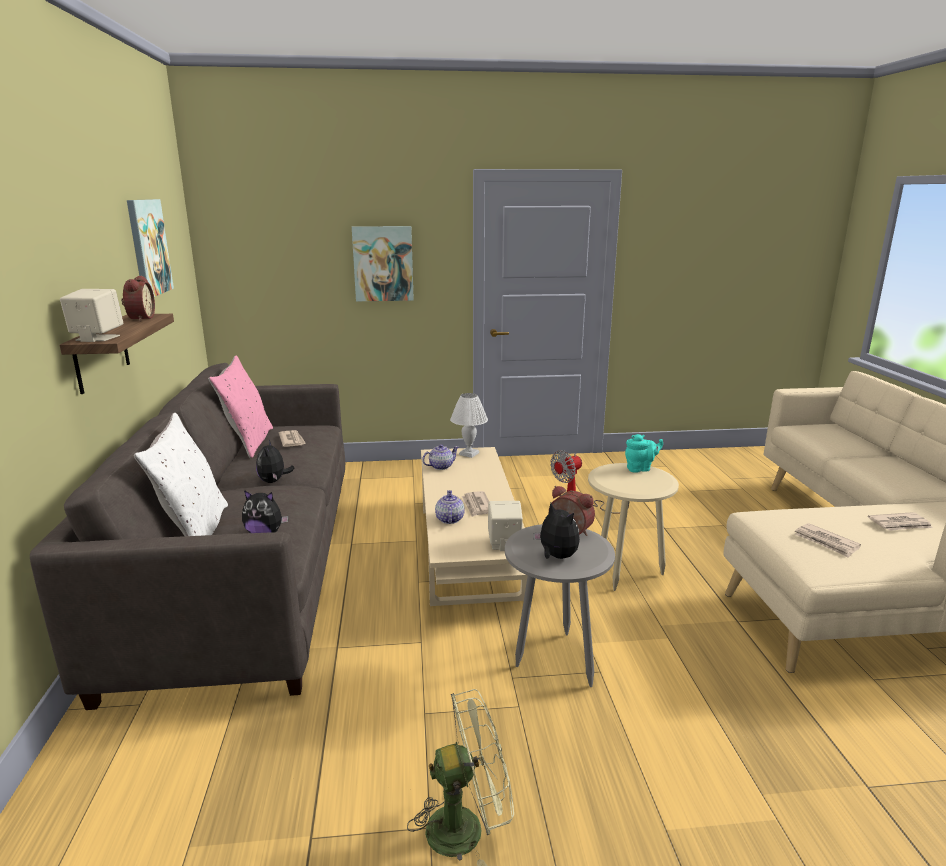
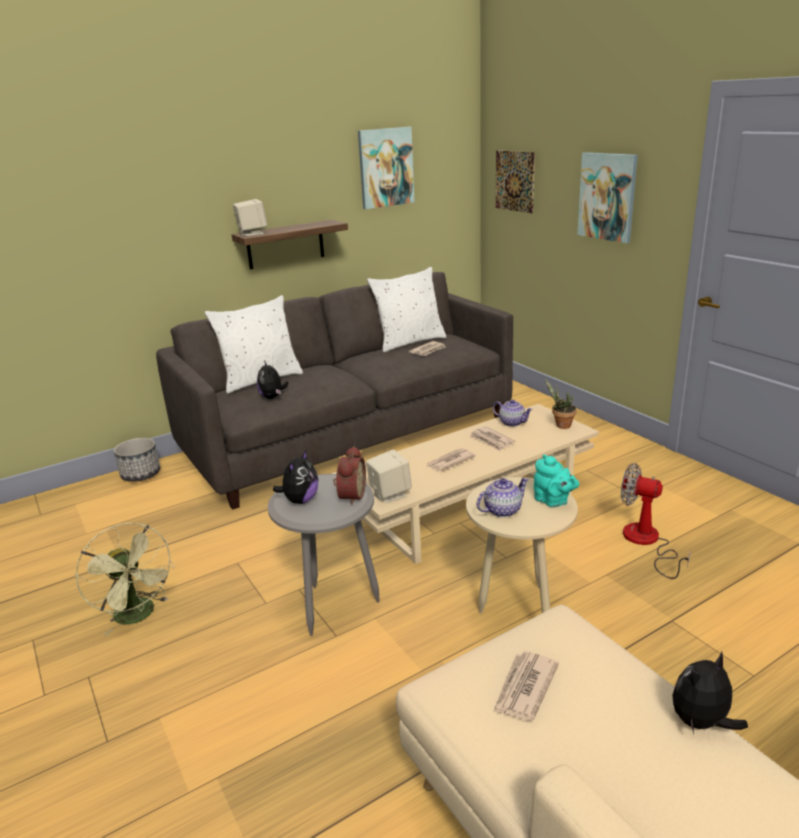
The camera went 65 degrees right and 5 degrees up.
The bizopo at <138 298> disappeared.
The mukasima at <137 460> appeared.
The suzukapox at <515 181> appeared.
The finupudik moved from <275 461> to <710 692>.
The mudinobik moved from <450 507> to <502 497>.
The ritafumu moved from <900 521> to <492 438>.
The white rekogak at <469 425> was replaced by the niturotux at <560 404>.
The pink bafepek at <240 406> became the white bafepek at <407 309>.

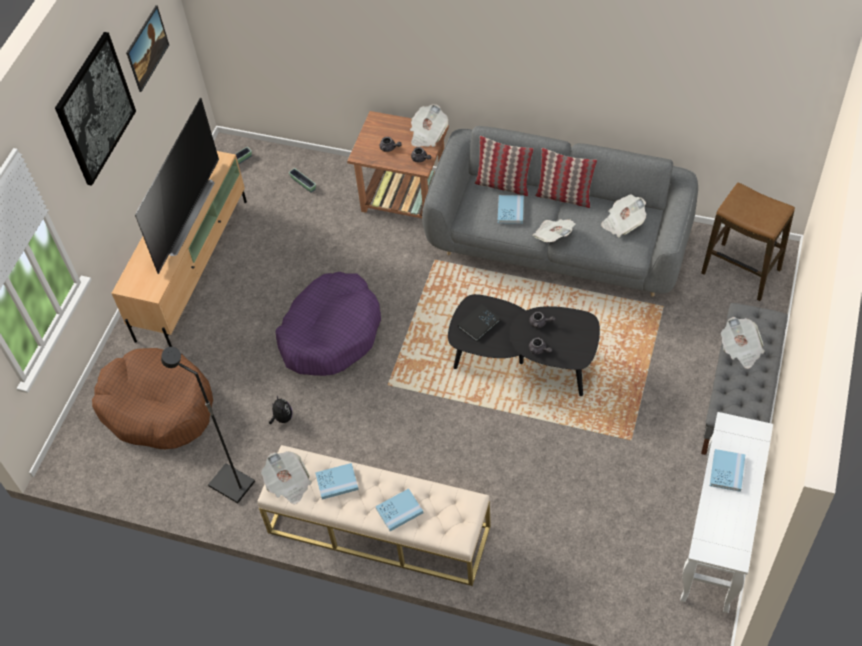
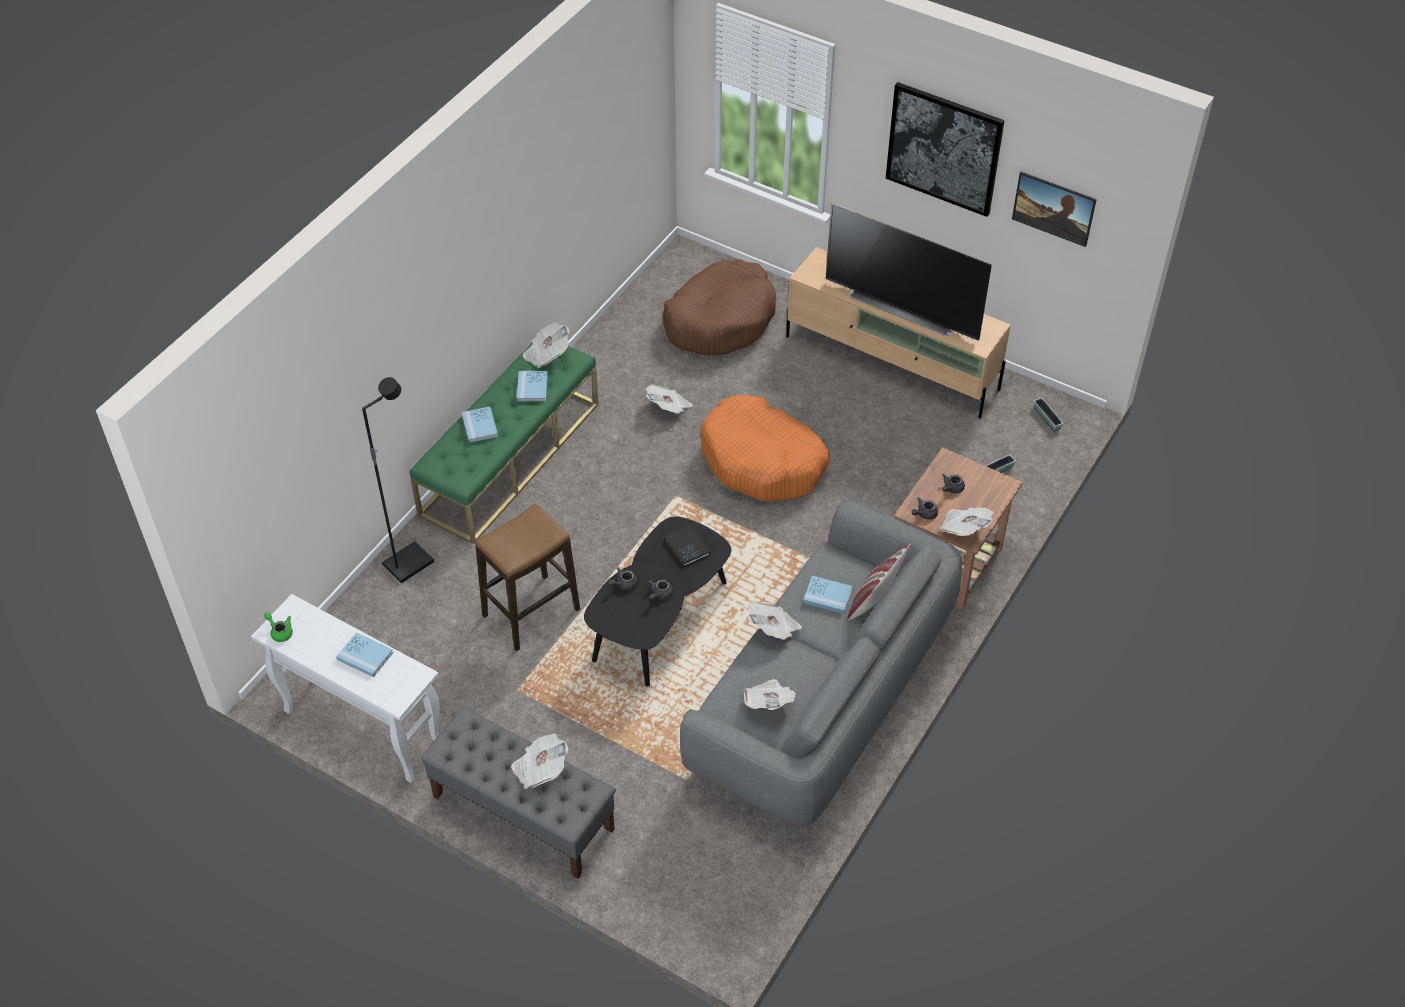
The camera went 100 degrees right and 5 degrees down.
The bafepek at <566 178> disappeared.
The green mudinobik at <278 627> appeared.
The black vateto moved from <208 425> to <398 480>.
The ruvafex moved from <748 242> to <527 577>.
The finupudik at <280 409> was replaced by the ritafumu at <669 399>.
The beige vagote at <374 515> became the green vagote at <504 443>.
The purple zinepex at <328 324> became the orange zinepex at <765 448>.

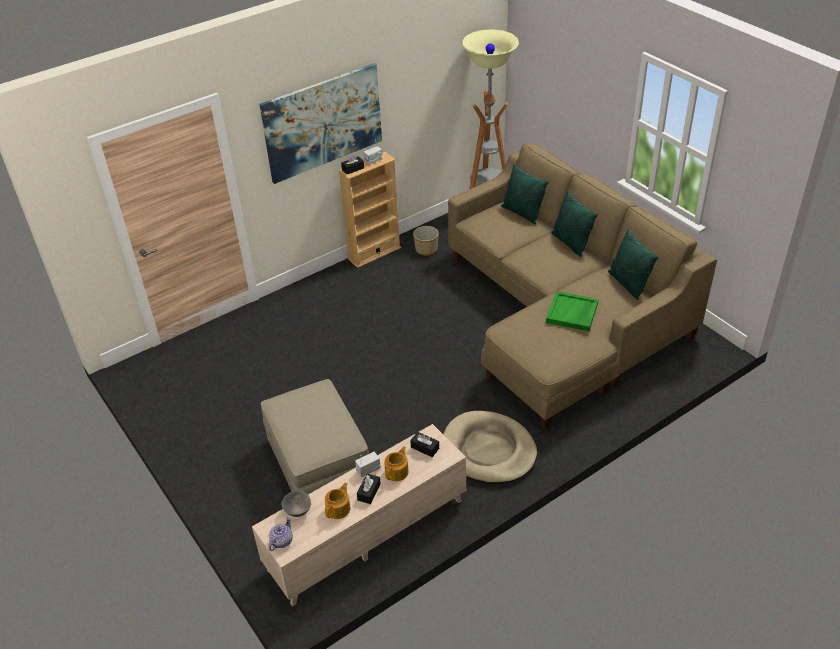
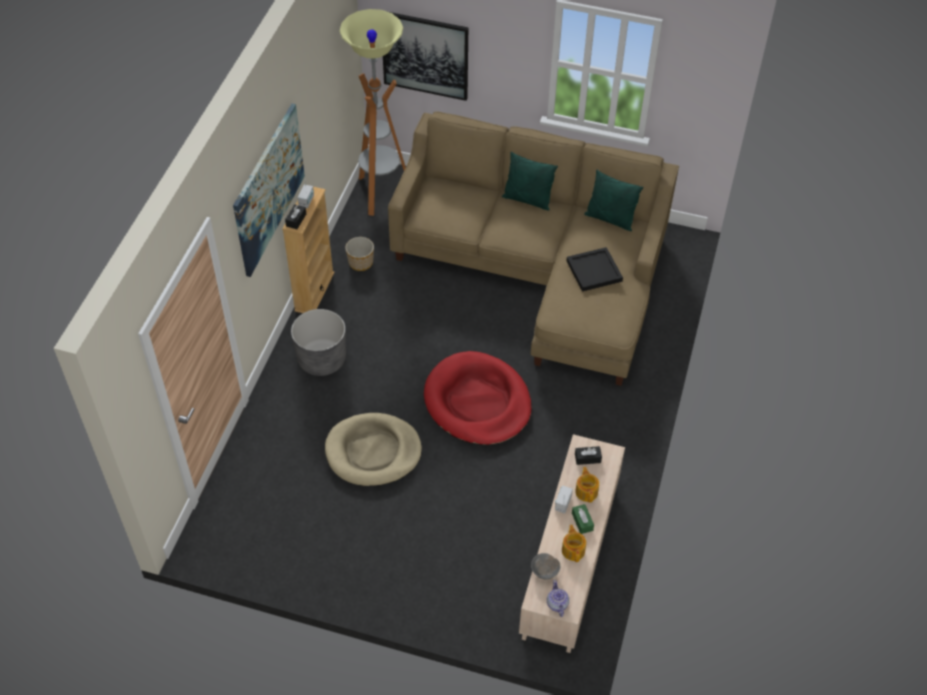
The camera went 40 degrees left and 10 degrees up.
The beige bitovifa at <315 436> disappeared.
The green bafepek at <525 194> disappeared.
The grey mukasima at <318 342> appeared.
The suzukapox at <425 56> appeared.
The red zinepex at <478 398> appeared.
The beige zinepex moved from <490 447> to <373 449>.
The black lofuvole at <369 489> became the green lofuvole at <583 519>.
The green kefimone at <572 311> became the black kefimone at <594 269>.

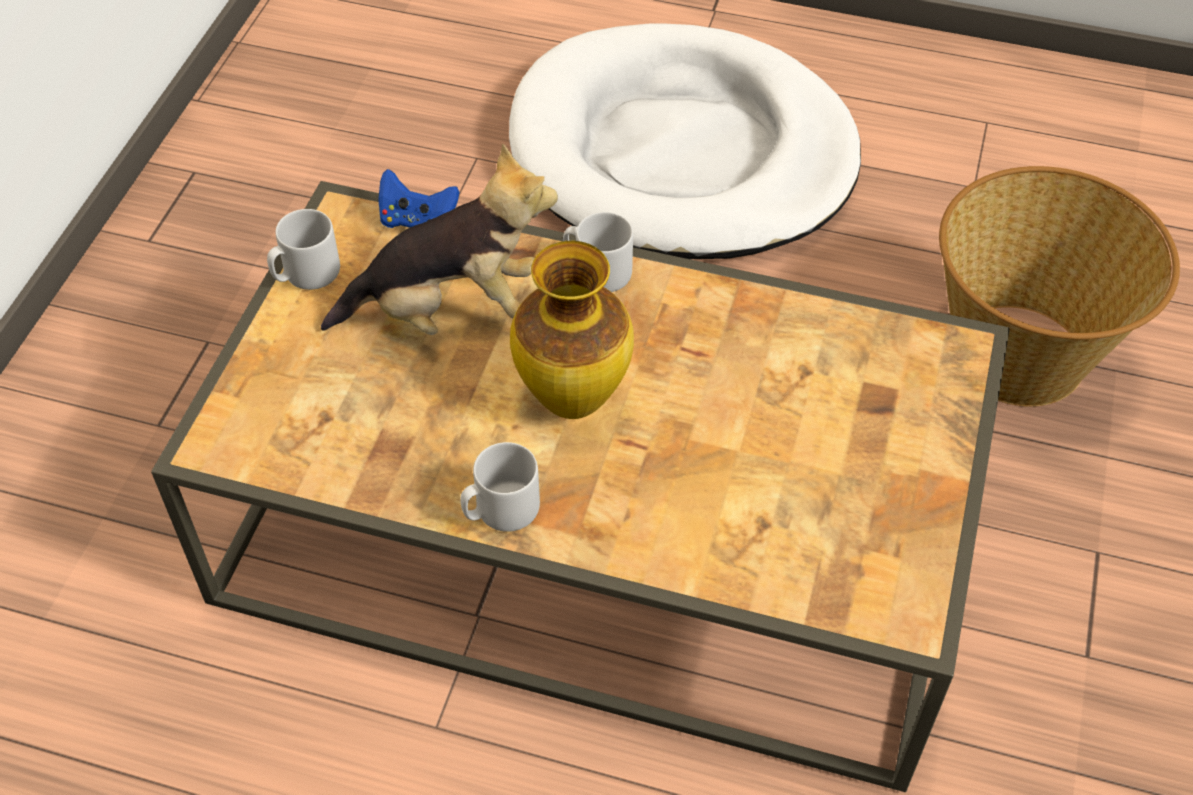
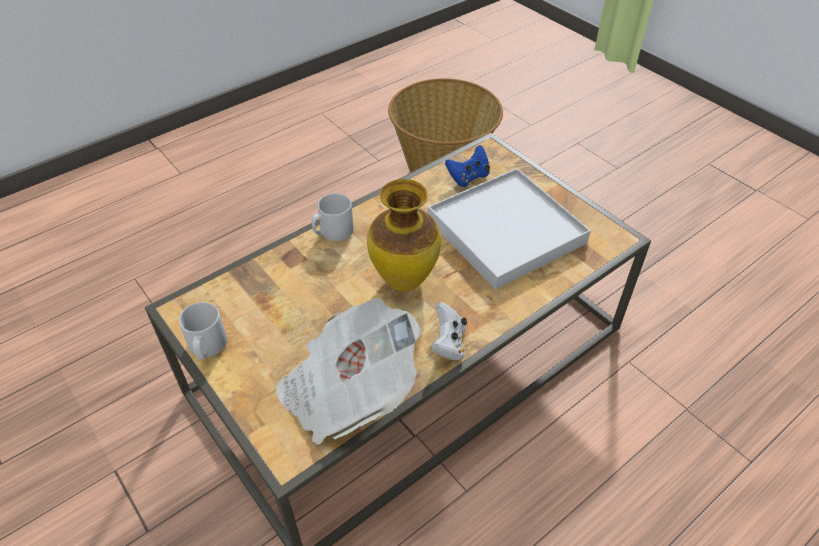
The camera went 55 degrees left and 5 degrees down.
The finupudik at <439 239> disappeared.
The white zinepex at <685 141> disappeared.
The ritafumu at <348 371> appeared.
The white kefimone at <509 229> appeared.
The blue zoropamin moved from <419 198> to <467 166>.
The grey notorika at <500 487> was replaced by the white zoropamin at <449 331>.

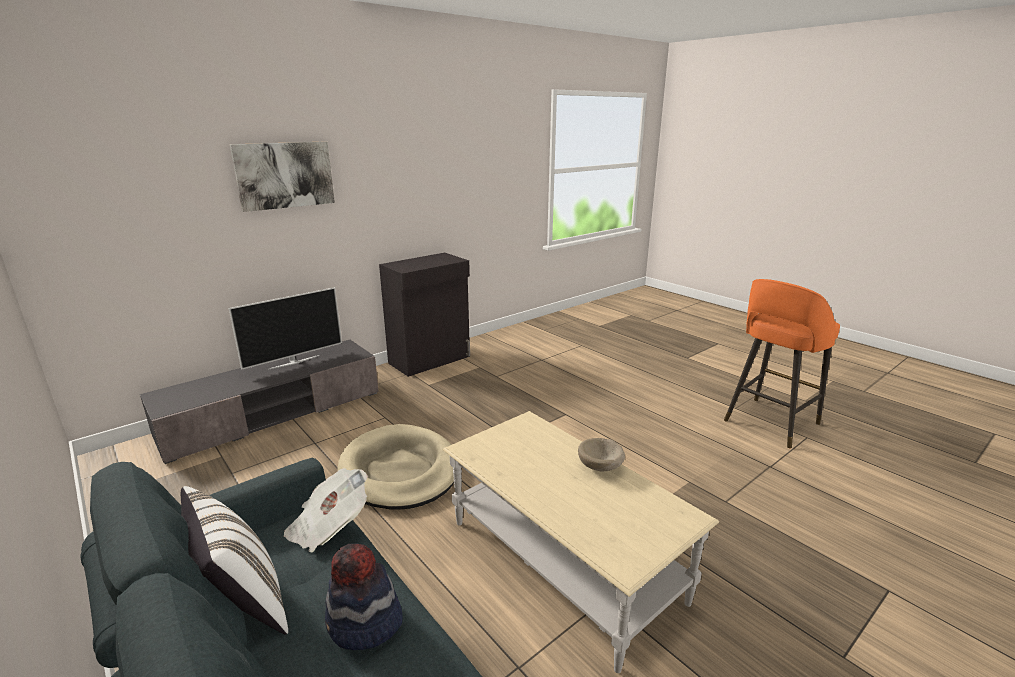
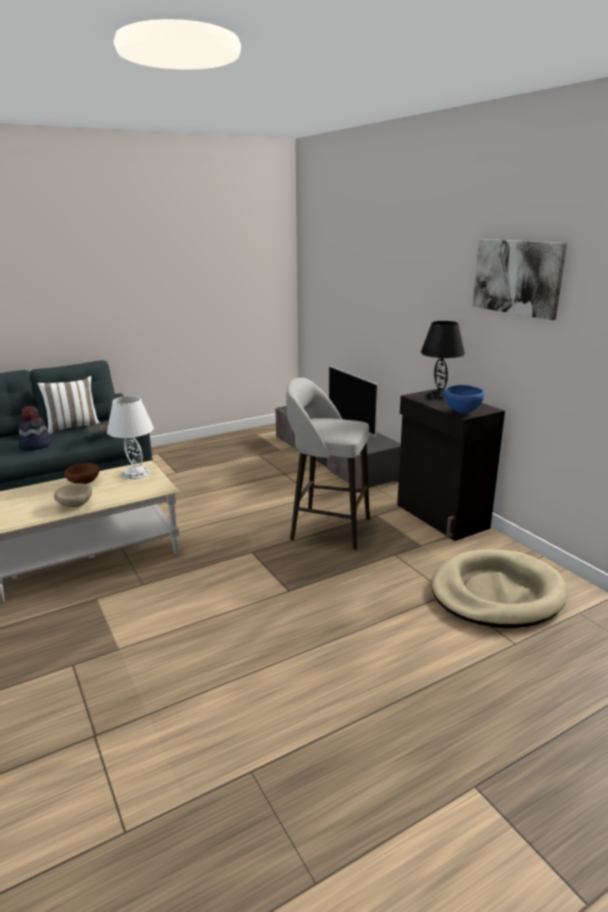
The camera went 100 degrees right and 0 degrees up.
The orange ruvafex at <782 364> disappeared.
The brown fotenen at <82 473> appeared.
The white rekogak at <130 437> appeared.
The grey ruvafex at <328 464> appeared.
The black rekogak at <443 361> appeared.
The blue fotenen at <464 399> appeared.
The suzukapox moved from <282 176> to <520 279>.
The beige zinepex moved from <395 467> to <499 588>.

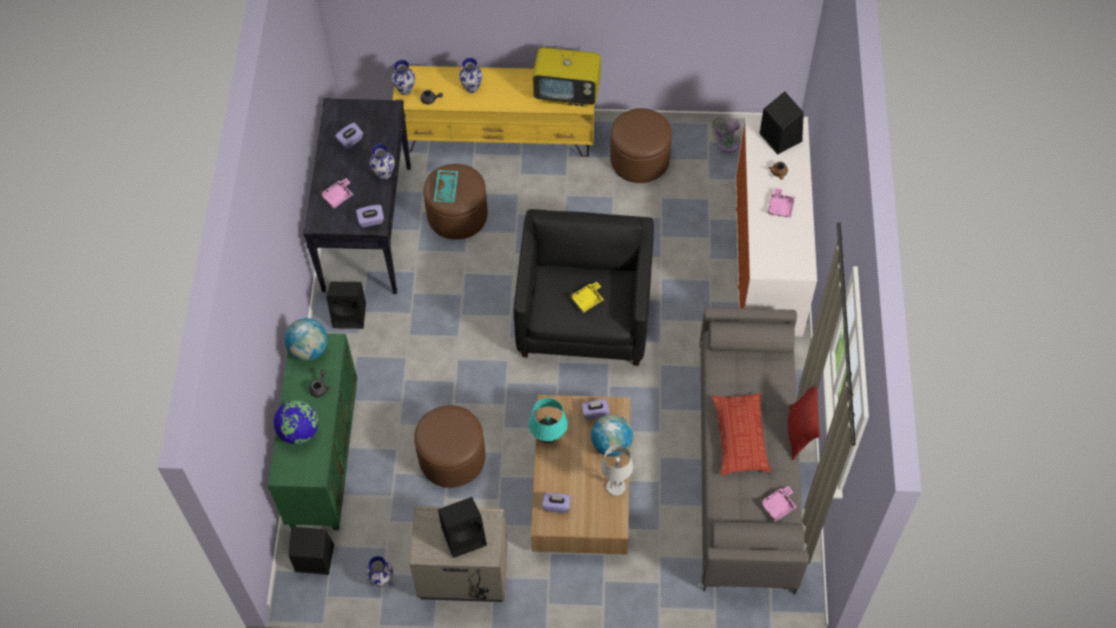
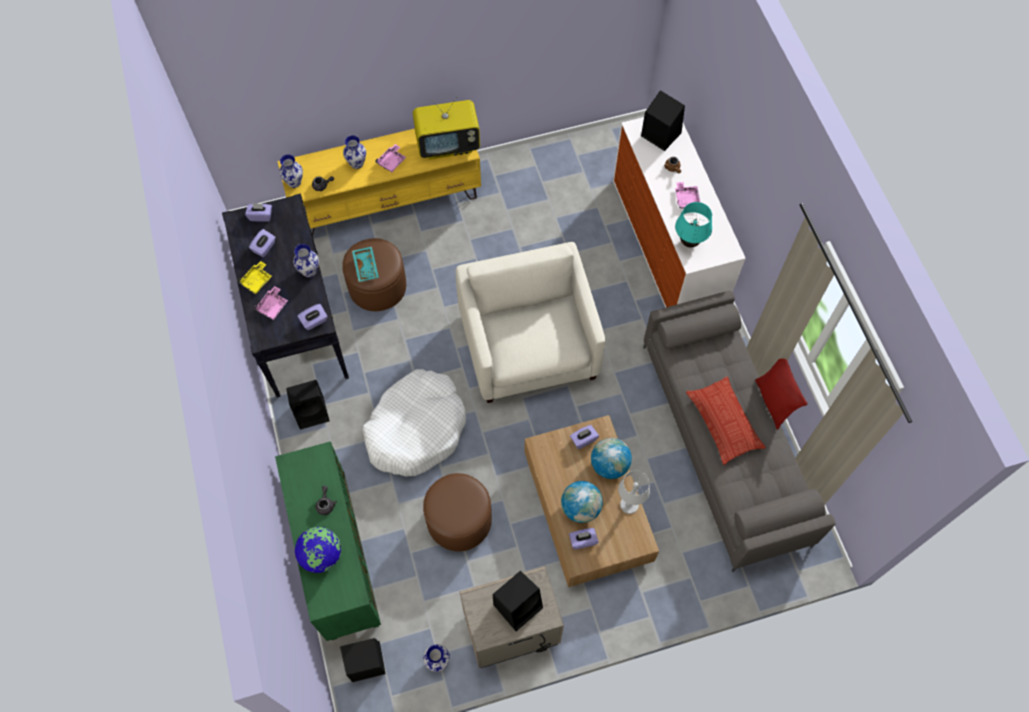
The camera went 20 degrees left and 5 degrees up.
The brown bitovifa at <641 145> disappeared.
The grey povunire at <726 135> disappeared.
The purple lofuvole at <258 212> appeared.
The white zinepex at <414 423> appeared.
The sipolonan moved from <306 339> to <582 502>.
The turquoise rekogak moved from <548 420> to <693 224>.
The yellow kefimone moved from <587 297> to <255 277>.
The pink kefimone moved from <778 504> to <390 158>.
The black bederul at <584 287> became the beige bederul at <530 322>.

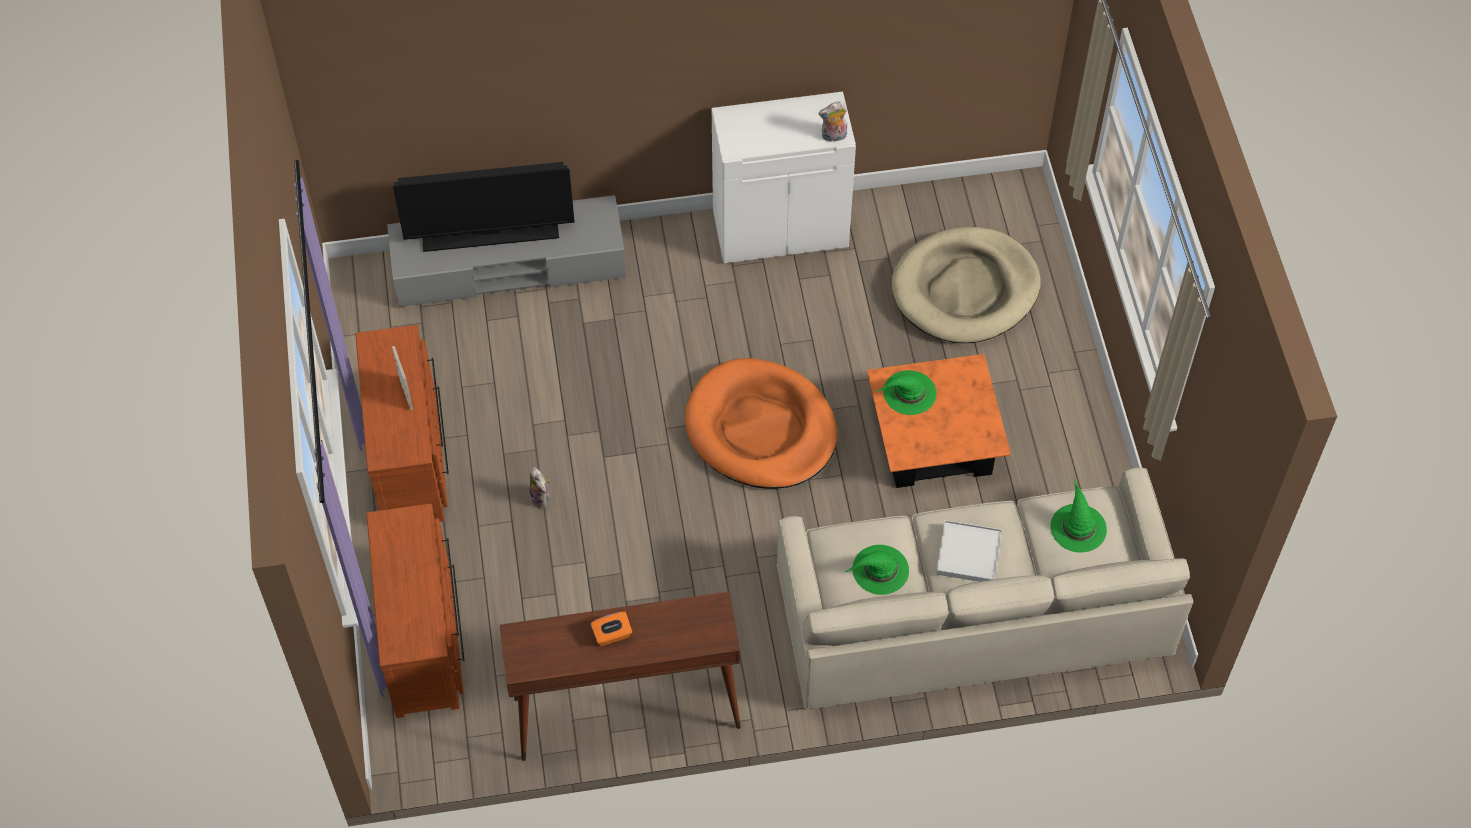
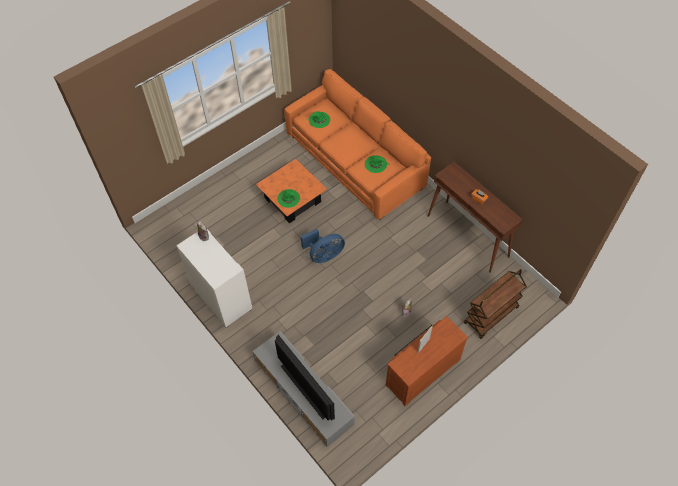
The camera went 120 degrees left and 0 degrees up.
The beige zinepex at <966 285> disappeared.
The white kefimone at <969 551> disappeared.
The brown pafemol at <415 610> was replaced by the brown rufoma at <495 304>.
The orange zinepex at <761 423> was replaced by the blue povunire at <323 246>.
The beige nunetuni at <985 588> became the orange nunetuni at <357 144>.

